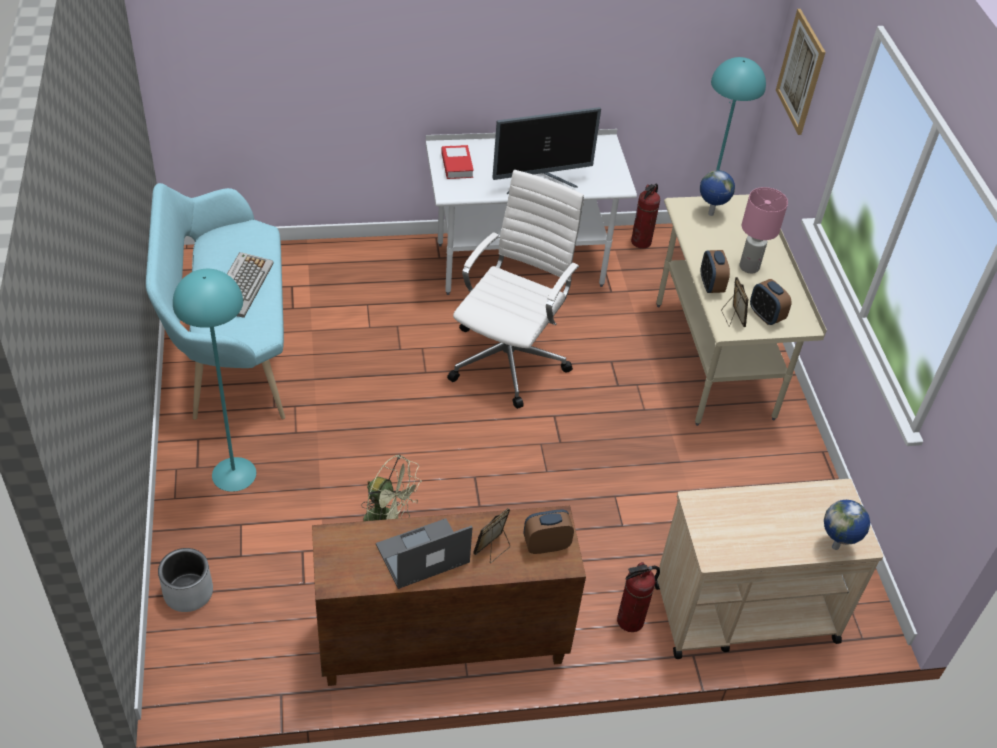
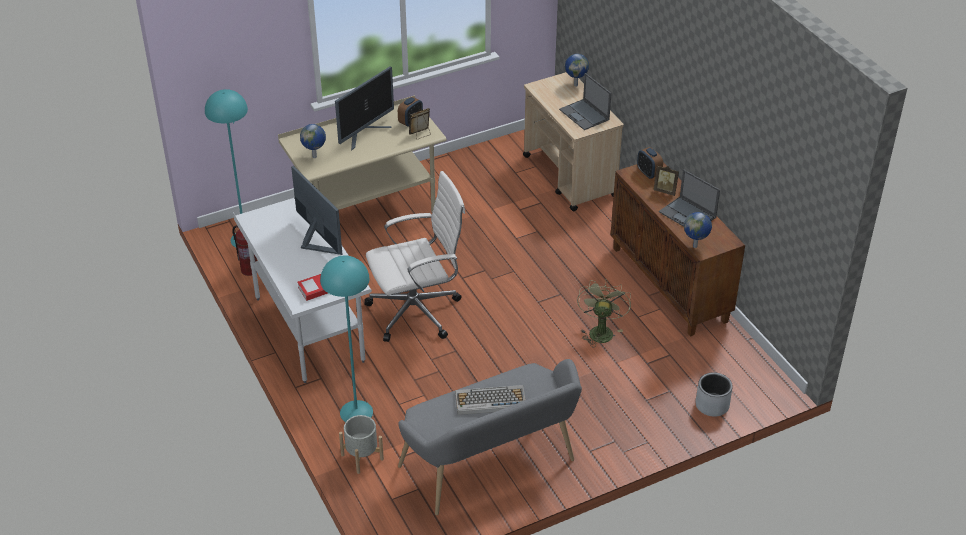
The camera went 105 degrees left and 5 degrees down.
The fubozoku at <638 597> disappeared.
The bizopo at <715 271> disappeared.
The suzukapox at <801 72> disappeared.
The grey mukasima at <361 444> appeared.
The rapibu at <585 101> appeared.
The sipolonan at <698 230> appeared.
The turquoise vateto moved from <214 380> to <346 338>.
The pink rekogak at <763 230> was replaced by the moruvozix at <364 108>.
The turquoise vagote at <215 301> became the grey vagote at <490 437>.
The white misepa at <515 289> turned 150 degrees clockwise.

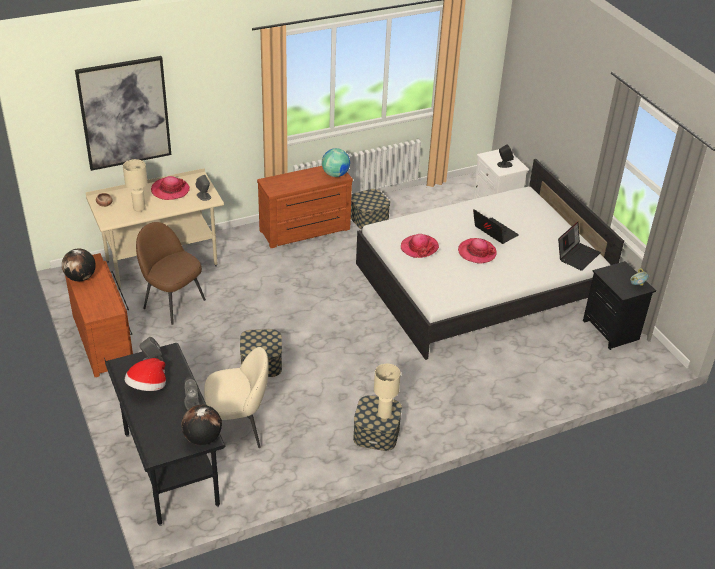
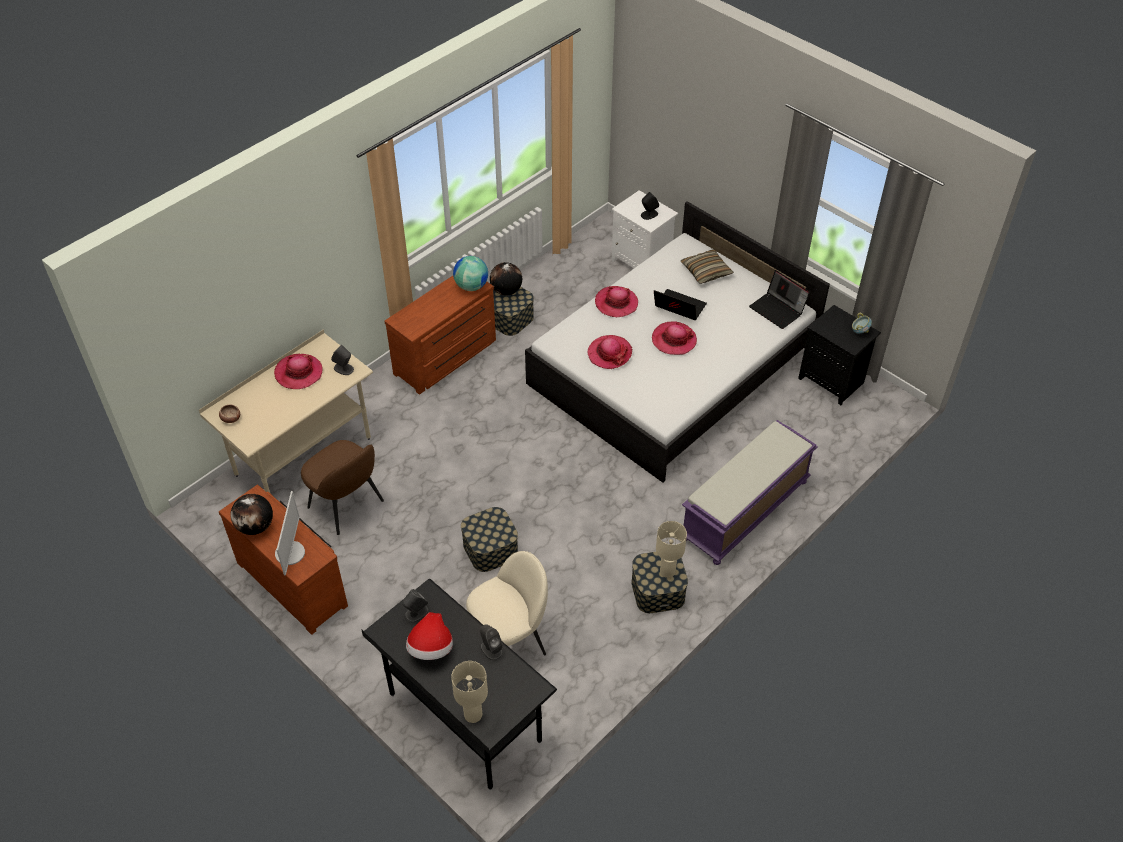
The camera went 20 degrees left and 10 degrees up.
The suzukapox at <123 113> disappeared.
The moruvozix at <290 533> appeared.
The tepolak at <616 301> appeared.
The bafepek at <707 267> appeared.
The purple vagote at <750 492> appeared.
The beige rekogak moved from <135 185> to <469 692>.
The sipolonan moved from <201 425> to <506 279>.
The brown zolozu at <171 273> turned 150 degrees counterclockwise.
The rapibu at <579 246> turned 120 degrees clockwise.

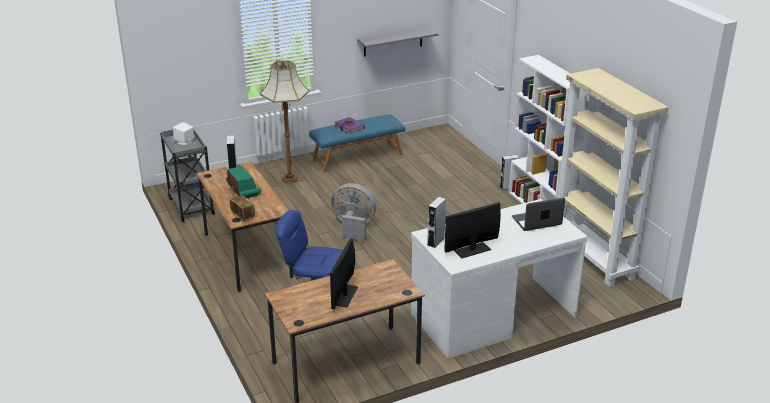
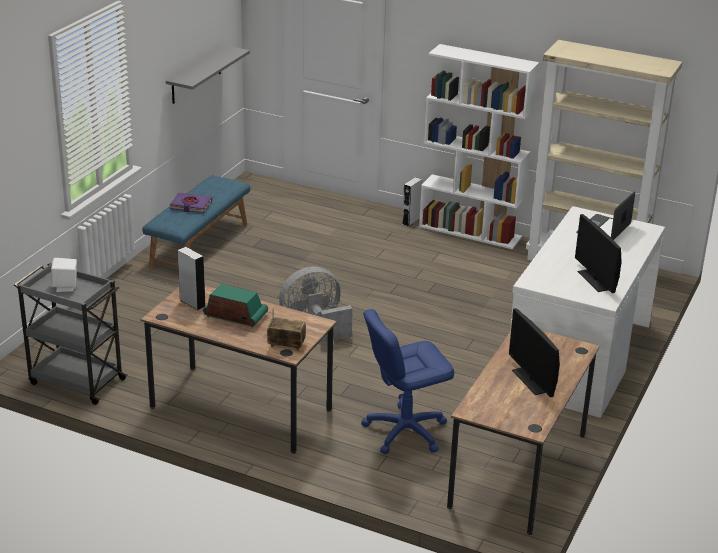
The camera went 40 degrees left and 0 degrees up.
The vateto at <284 122> disappeared.
The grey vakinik at <436 222> disappeared.
The moruvozix at <472 230> turned 45 degrees counterclockwise.

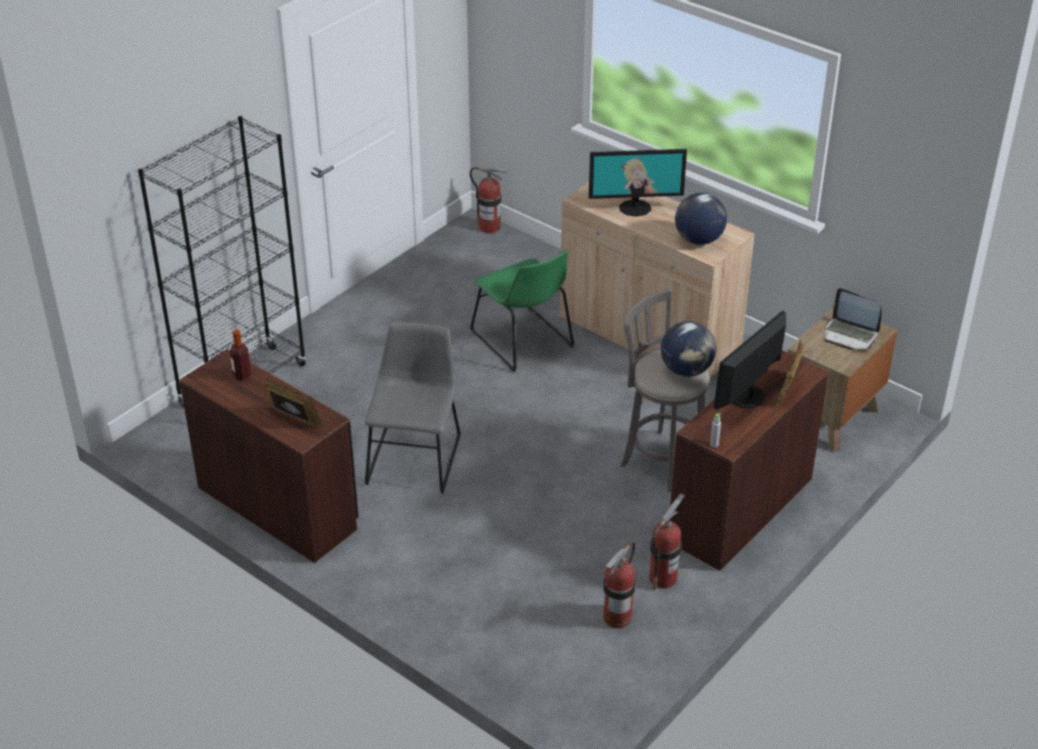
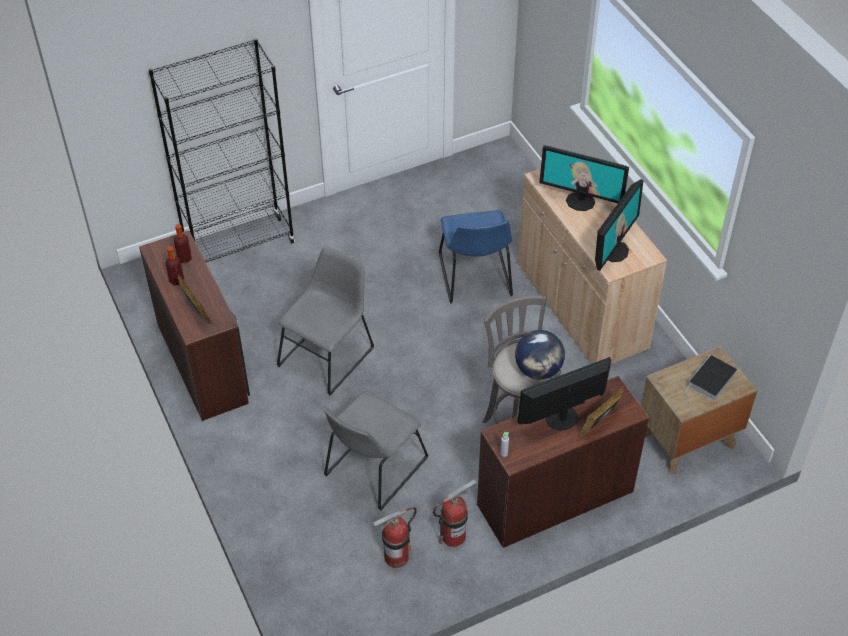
The camera went 25 degrees right and 10 degrees up.
The fubozoku at <489 200> disappeared.
The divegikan at <175 265> appeared.
The grey zolozu at <375 451> appeared.
The sipolonan at <701 219> was replaced by the moruvozix at <619 225>.
The rapibu at <853 319> was replaced by the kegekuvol at <711 378>.
The green zolozu at <522 311> became the blue zolozu at <476 257>.

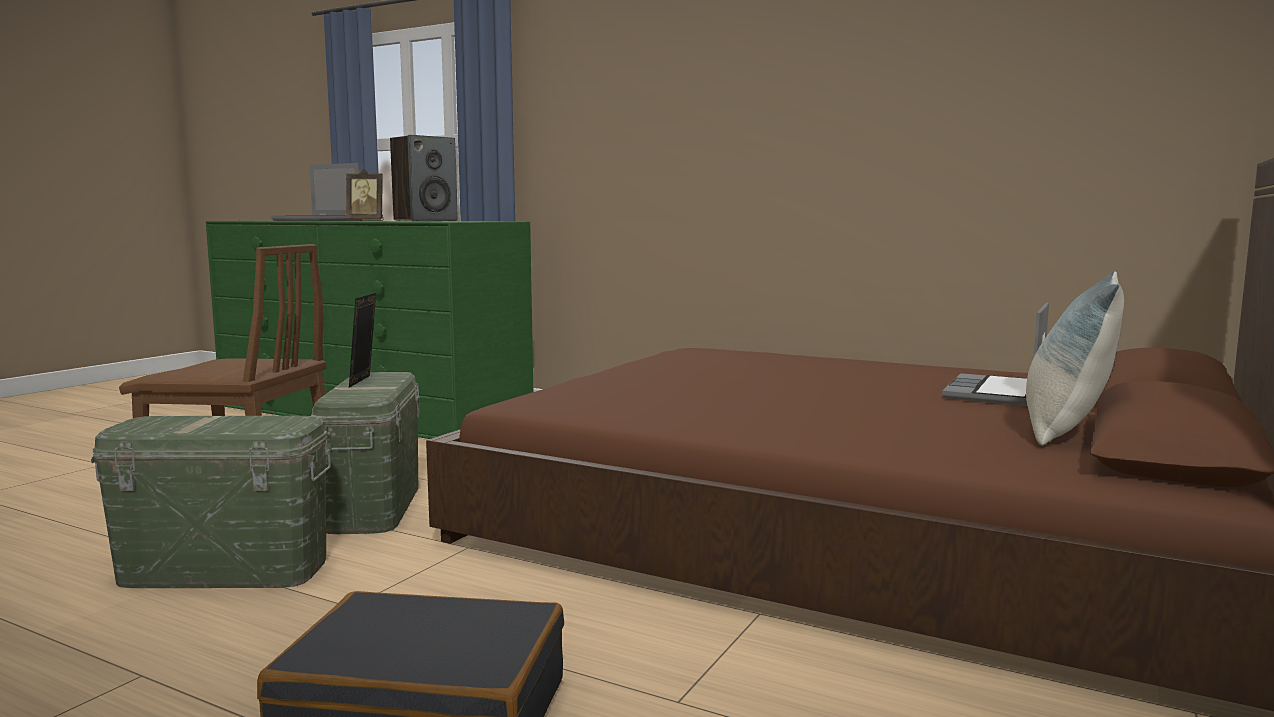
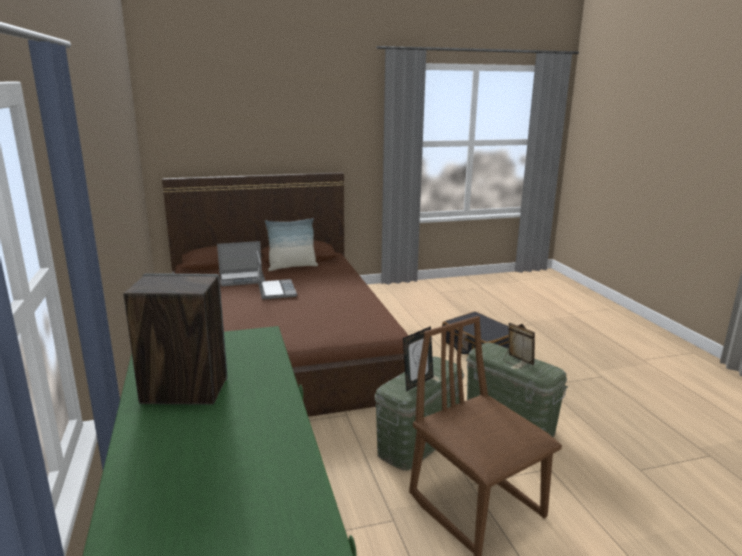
The camera went 135 degrees left and 10 degrees up.
The rapibu moved from <316 192> to <276 275>.
The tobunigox moved from <365 194> to <519 346>.

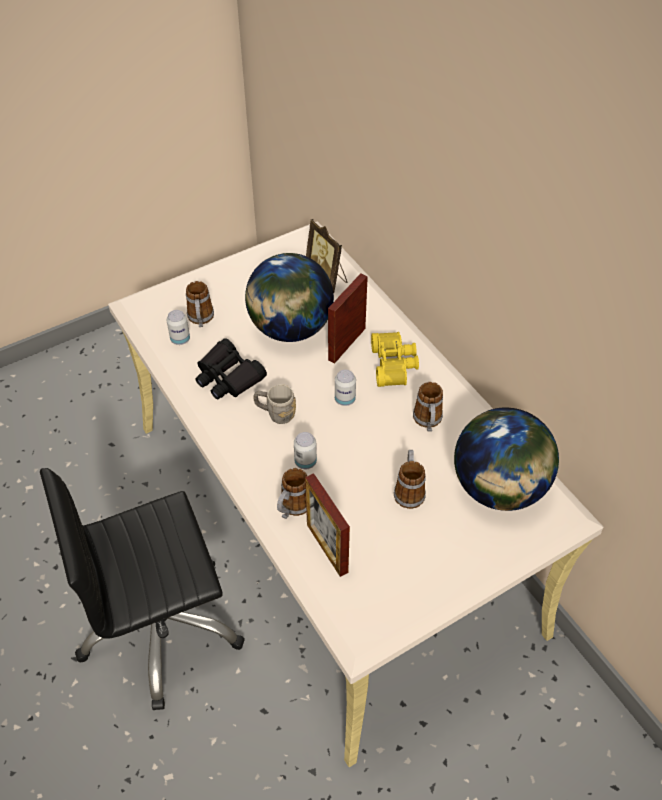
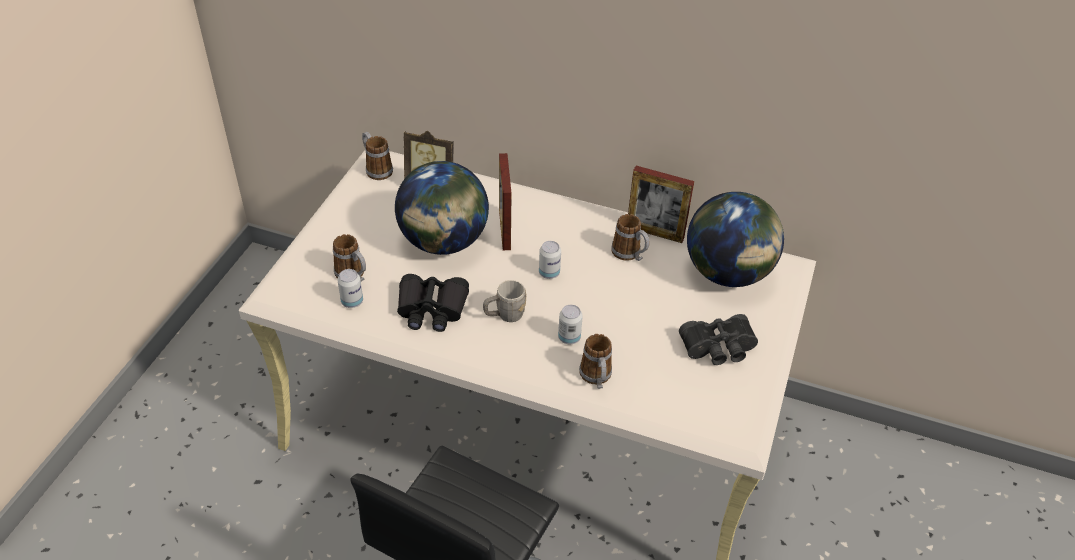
The camera went 40 degrees left and 5 degrees down.
The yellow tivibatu at <395 359> disappeared.
The black tivibatu at <718 339> appeared.
The tobunigox moved from <327 525> to <661 204>.
The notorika moved from <410 479> to <377 156>.

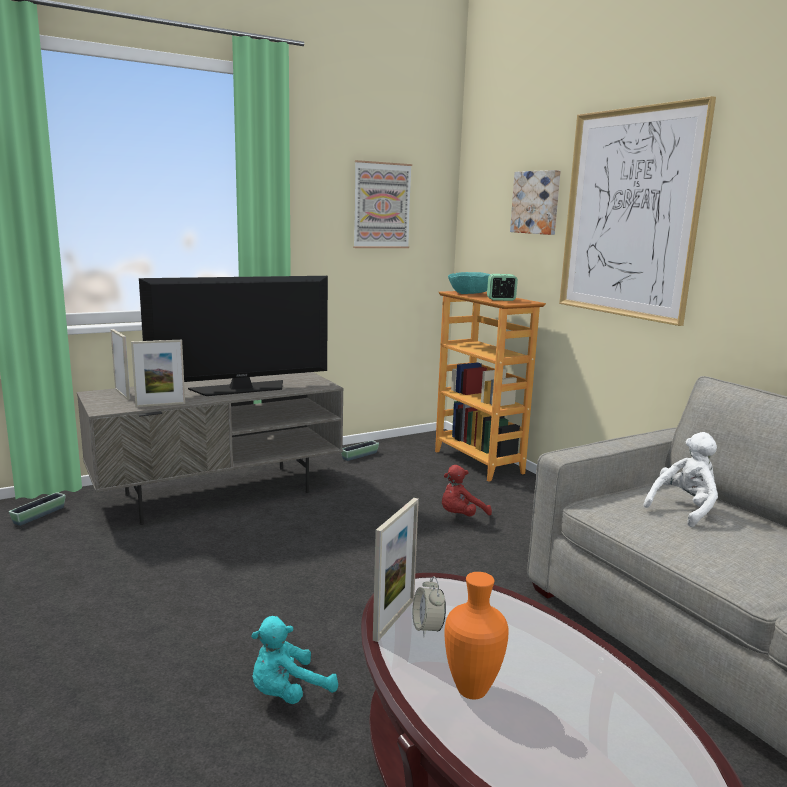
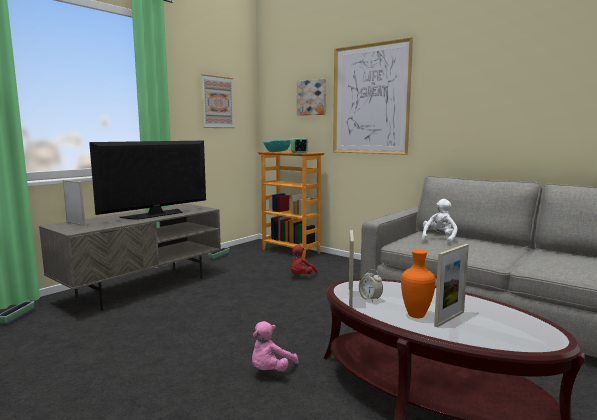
The camera went 20 degrees left and 5 degrees down.
The tobunigox moved from <158 373> to <451 285>.
The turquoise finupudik at <294 660> became the pink finupudik at <275 346>.

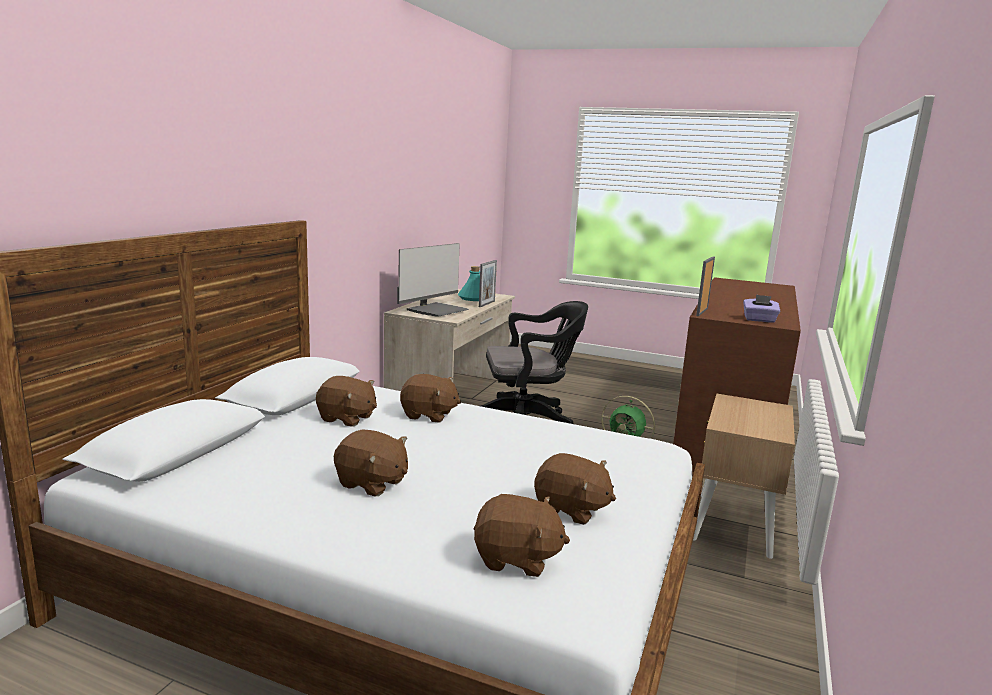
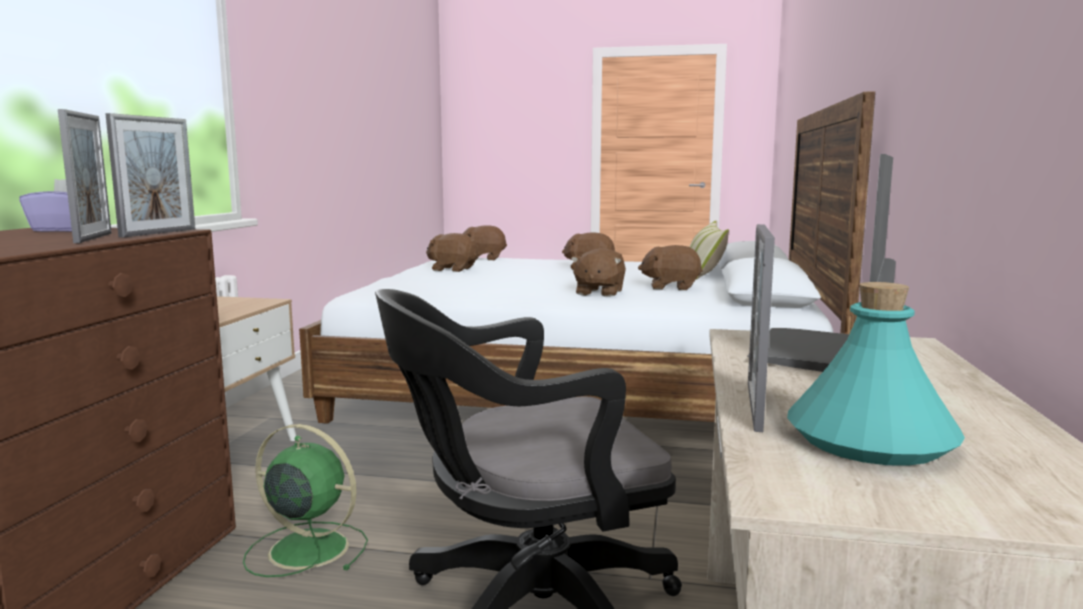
The camera went 170 degrees right and 5 degrees down.
The tobunigox at <85 176> appeared.
The bafepek at <709 250> appeared.
The brown finupudik at <430 398> turned 75 degrees counterclockwise.

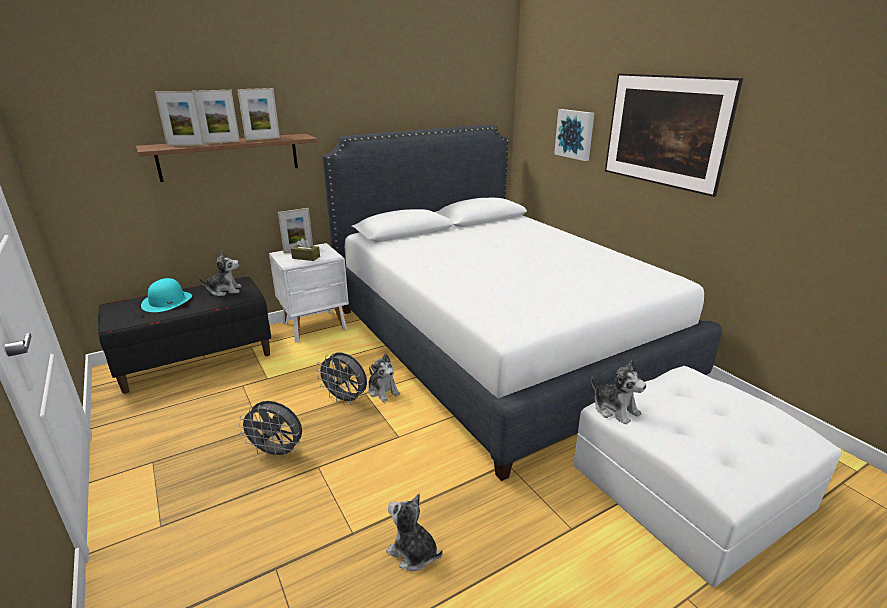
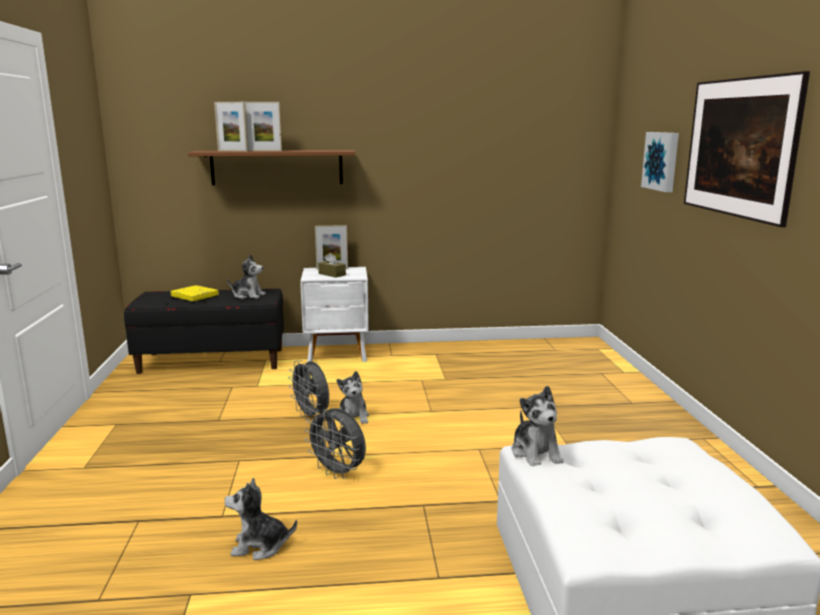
The camera went 25 degrees right and 10 degrees down.
The tobunigox at <258 114> disappeared.
The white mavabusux at <522 303> disappeared.
The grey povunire moved from <270 430> to <335 443>.
The turquoise tepolak at <166 295> was replaced by the yellow kegekuvol at <195 293>.
The finupudik at <414 532> turned 60 degrees counterclockwise.

